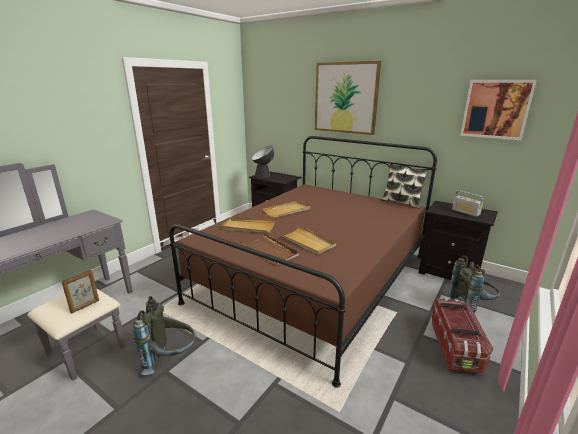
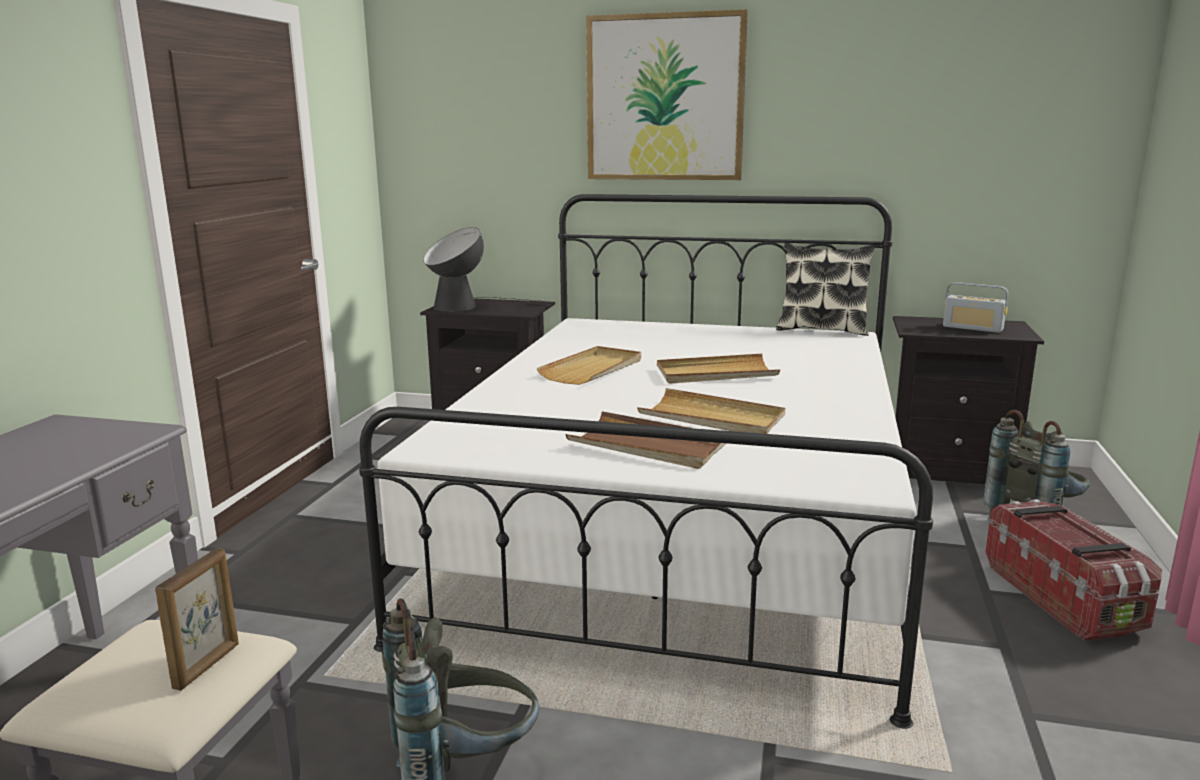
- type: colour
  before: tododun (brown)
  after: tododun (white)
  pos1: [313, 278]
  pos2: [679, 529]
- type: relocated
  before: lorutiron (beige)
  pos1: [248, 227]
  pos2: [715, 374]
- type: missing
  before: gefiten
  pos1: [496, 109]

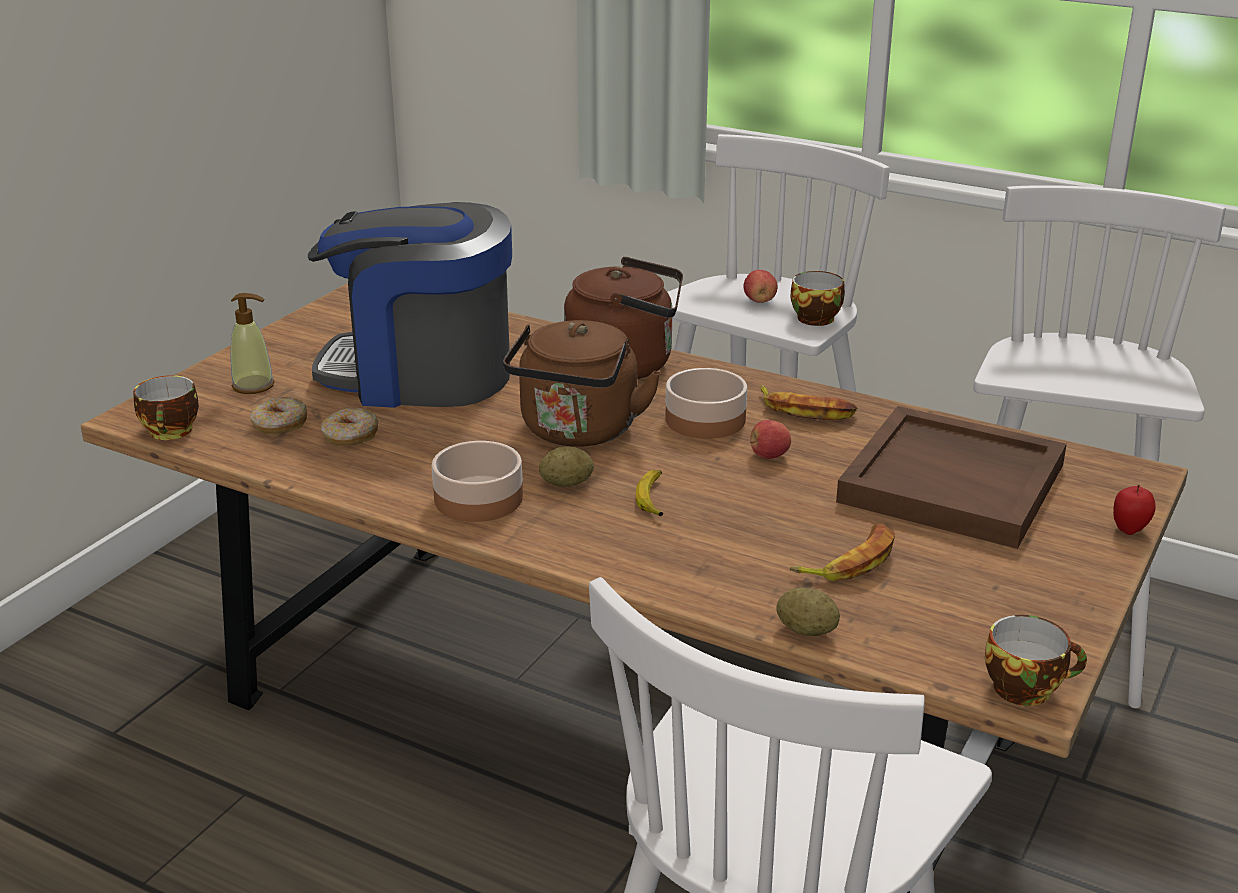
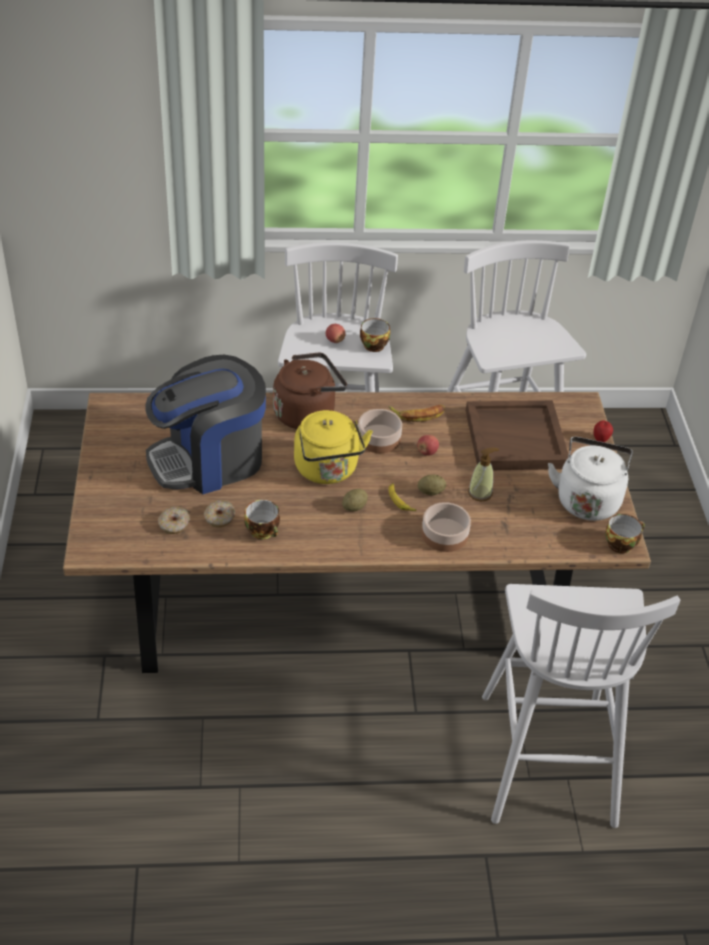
- type: relocated
  before: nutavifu
  pos1: [172, 432]
  pos2: [264, 531]
- type: relocated
  before: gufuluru
  pos1: [253, 386]
  pos2: [480, 493]
- type: relocated
  before: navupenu
  pos1: [478, 498]
  pos2: [444, 534]
- type: colour
  before: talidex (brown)
  after: talidex (yellow)
  pos1: [578, 432]
  pos2: [328, 470]
- type: relocated
  before: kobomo
  pos1: [806, 631]
  pos2: [430, 492]
- type: missing
  before: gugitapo
  pos1: [849, 561]
- type: appeared
  after: talidex (white)
  pos2: [587, 499]

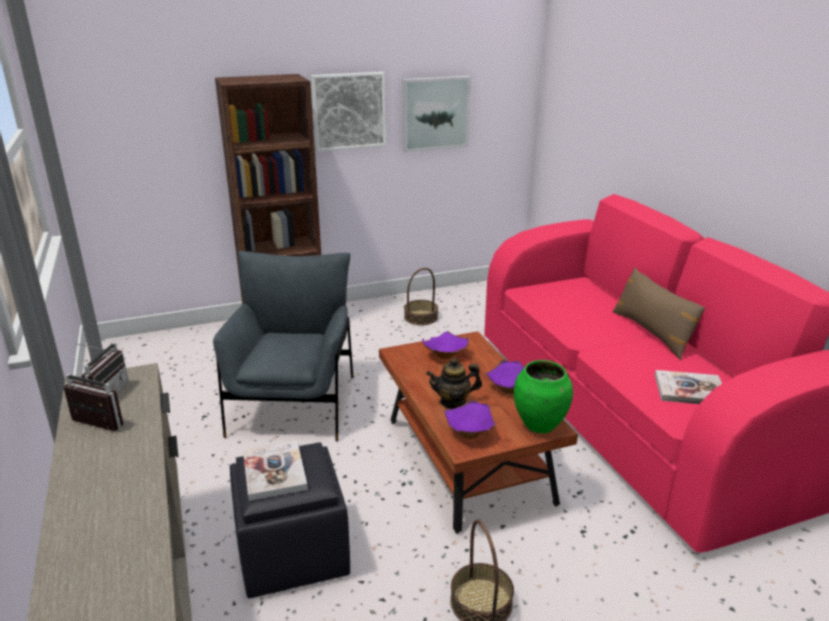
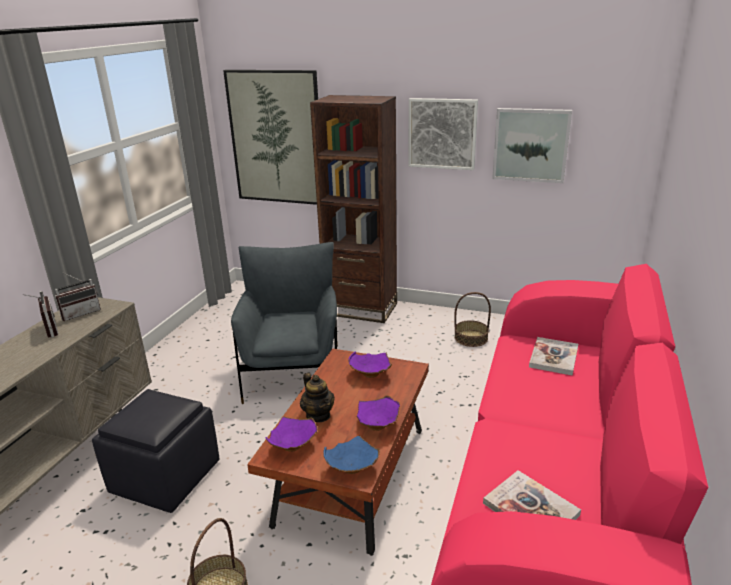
- type: spun
  before: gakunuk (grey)
  pos1: [293, 404]
  pos2: [293, 372]
  turn: -45
- type: relocated
  before: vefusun
  pos1: [274, 471]
  pos2: [553, 357]
- type: spun
  before: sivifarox
  pos1: [453, 402]
  pos2: [318, 415]
  turn: -150
- type: exchanged
  before: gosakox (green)
  after: navupenu (blue)
  pos1: [540, 425]
  pos2: [352, 468]
- type: missing
  before: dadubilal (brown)
  pos1: [652, 333]
- type: appeared
  after: gefiten
  pos2: [276, 138]

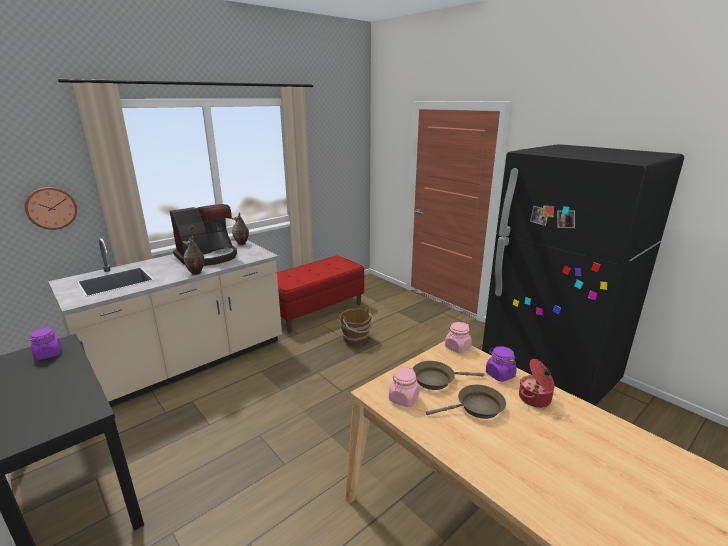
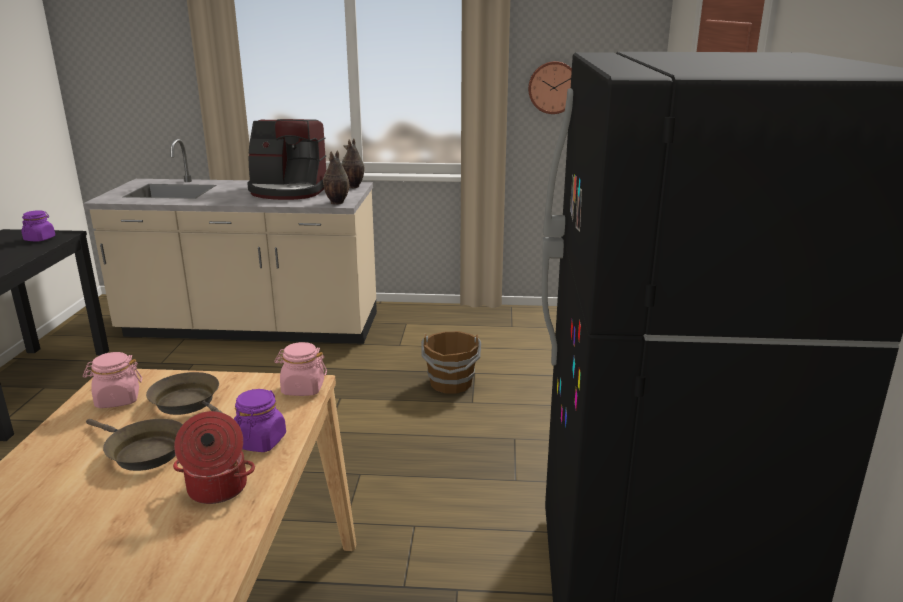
- type: relocated
  before: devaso
  pos1: [51, 208]
  pos2: [553, 87]
- type: relocated
  before: gosakox
  pos1: [196, 273]
  pos2: [336, 203]
- type: missing
  before: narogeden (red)
  pos1: [315, 310]

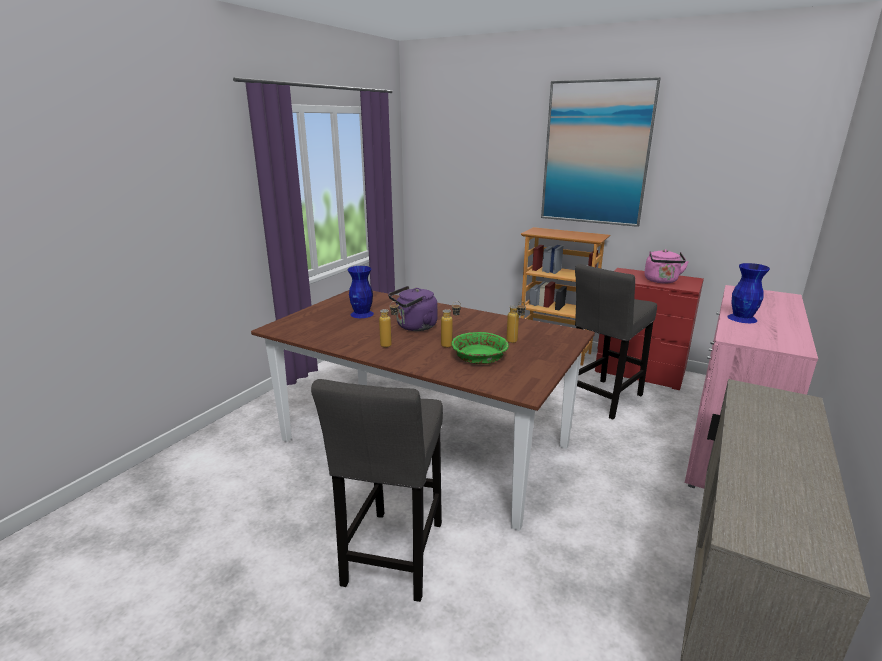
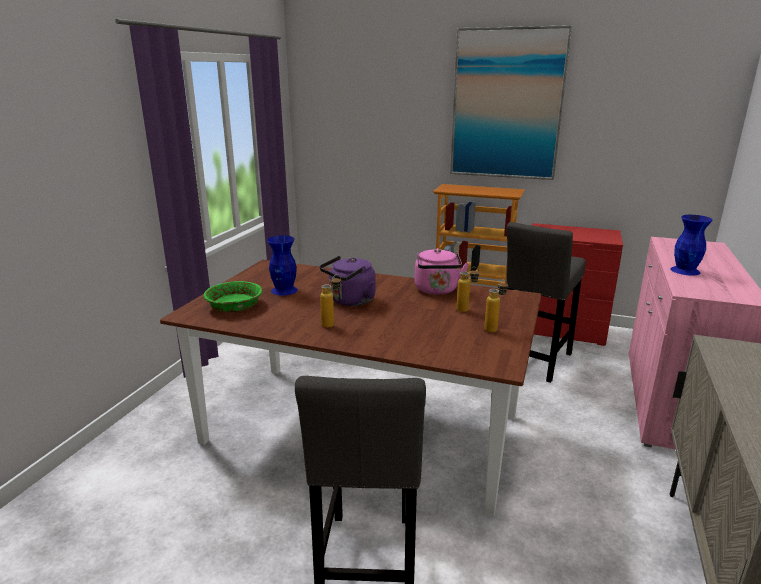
- type: relocated
  before: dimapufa
  pos1: [451, 345]
  pos2: [494, 328]
- type: relocated
  before: navupenu (green)
  pos1: [479, 357]
  pos2: [234, 306]
- type: relocated
  before: talidex (pink)
  pos1: [661, 281]
  pos2: [437, 290]

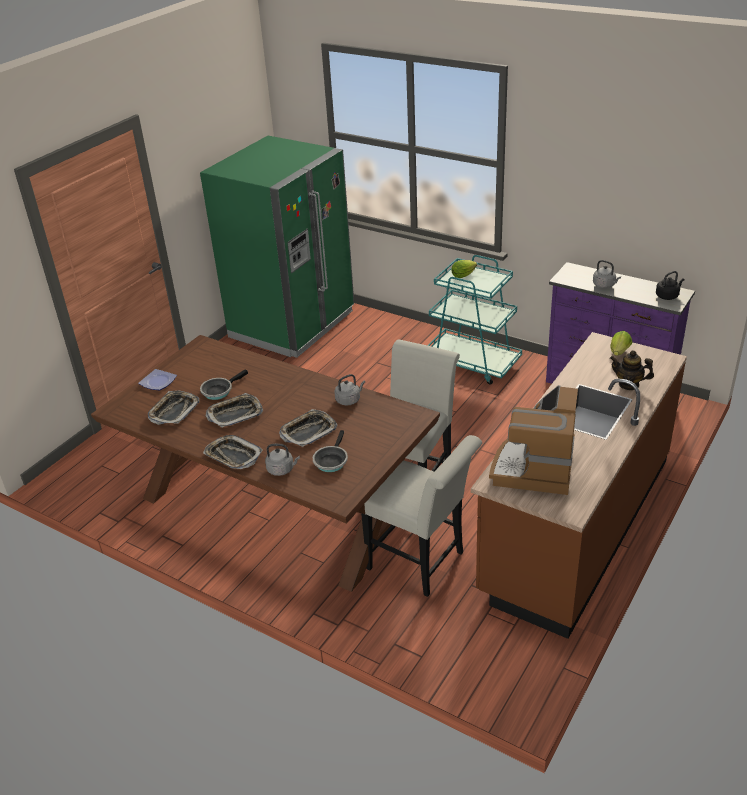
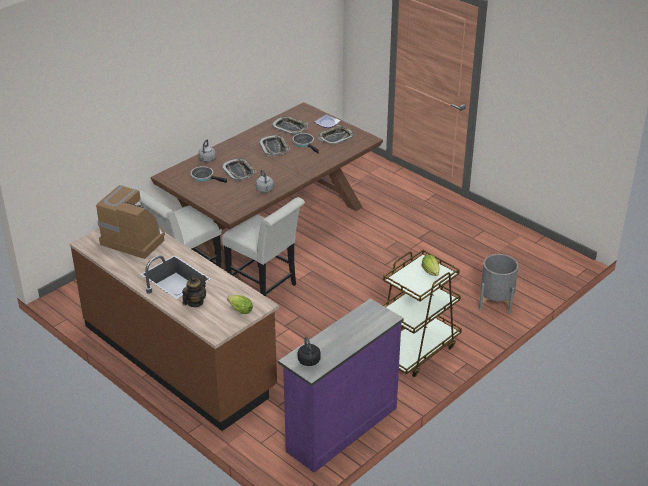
- type: missing
  before: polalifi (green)
  pos1: [292, 324]
- type: relocated
  before: lorutiron
  pos1: [233, 456]
  pos2: [336, 137]
- type: colour
  before: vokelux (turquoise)
  after: vokelux (brown)
  pos1: [472, 363]
  pos2: [416, 350]
- type: missing
  before: talidex (grey)
  pos1: [605, 285]
- type: appeared
  after: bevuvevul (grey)
  pos2: [496, 301]

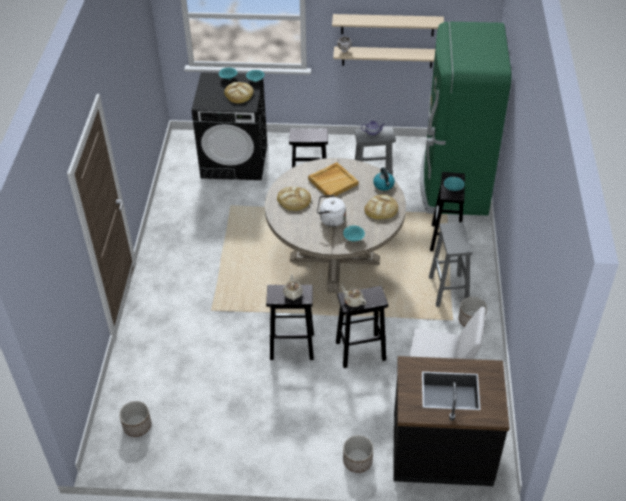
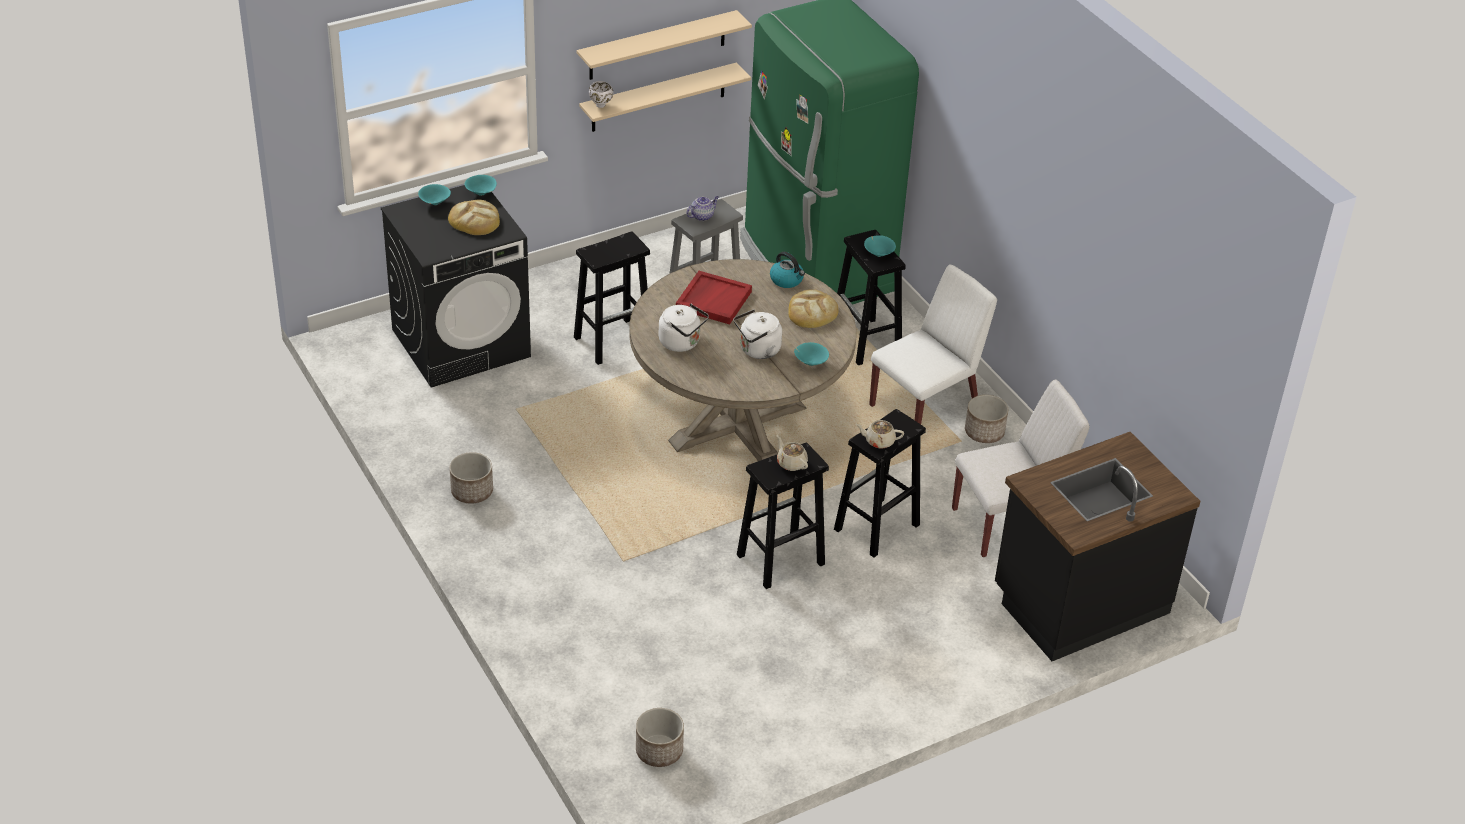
- type: exchanged
  before: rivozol
  after: talidex (white)
  pos1: [294, 200]
  pos2: [682, 343]
- type: colour
  before: lorutiron (beige)
  after: lorutiron (red)
  pos1: [333, 181]
  pos2: [713, 299]
- type: relocated
  before: bevuvevul
  pos1: [357, 461]
  pos2: [472, 492]
- type: exchanged
  before: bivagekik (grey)
  after: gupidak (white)
  pos1: [448, 291]
  pos2: [925, 407]

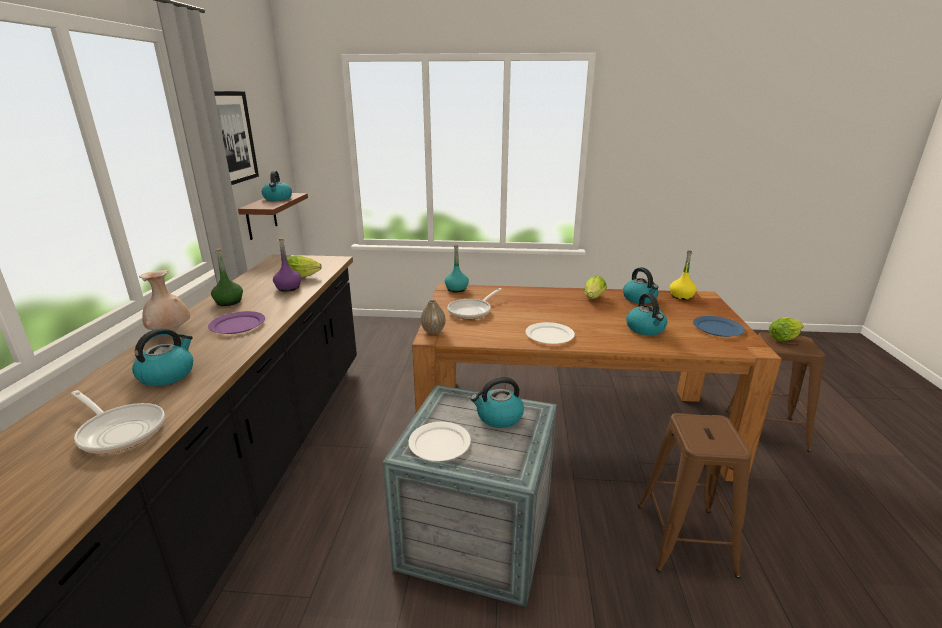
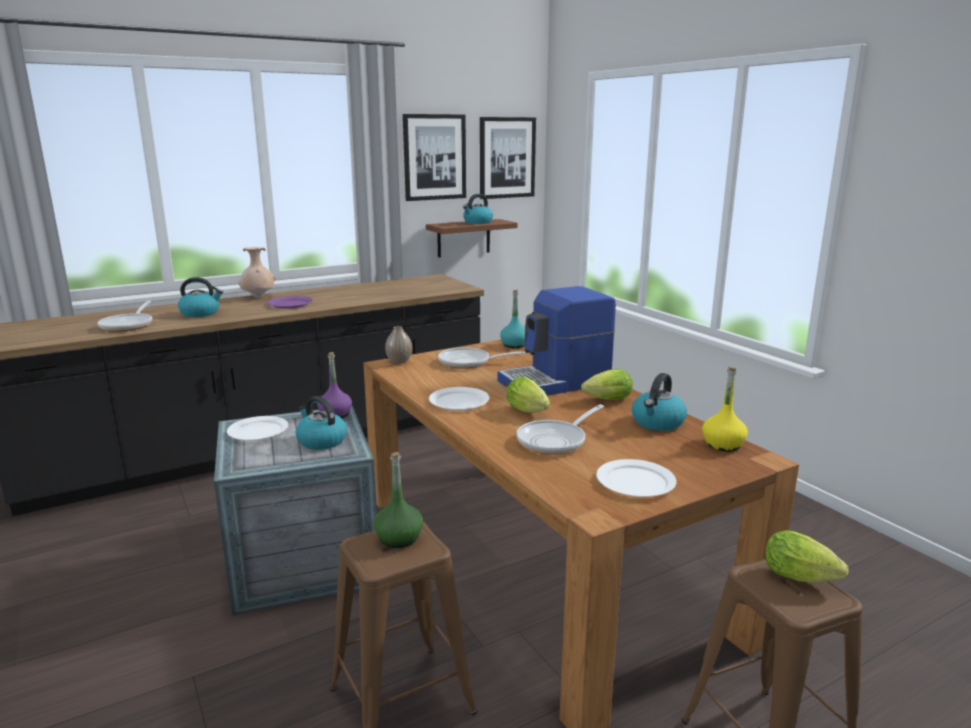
- type: relocated
  before: dimapufa (green)
  pos1: [229, 302]
  pos2: [398, 538]
- type: relocated
  before: dimapufa (purple)
  pos1: [288, 288]
  pos2: [335, 415]
- type: relocated
  before: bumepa
  pos1: [305, 276]
  pos2: [529, 412]
- type: exchanged
  before: talidex
  after: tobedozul
  pos1: [645, 329]
  pos2: [555, 441]
- type: colour
  before: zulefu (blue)
  after: zulefu (white)
  pos1: [717, 328]
  pos2: [635, 481]
- type: appeared
  after: gefiten
  pos2: [507, 158]
- type: appeared
  after: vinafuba
  pos2: [556, 383]

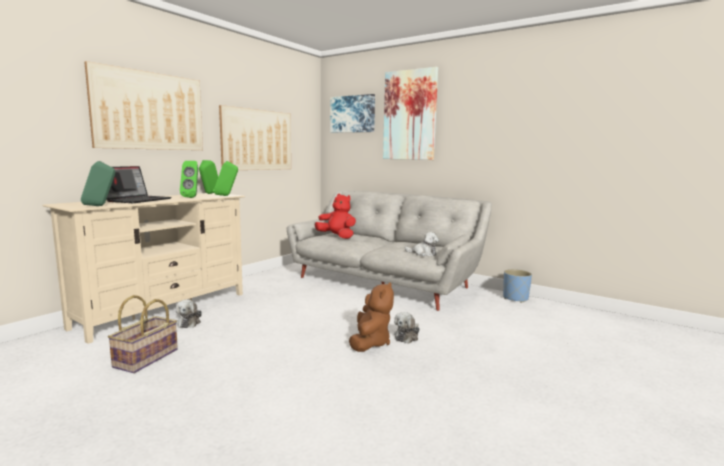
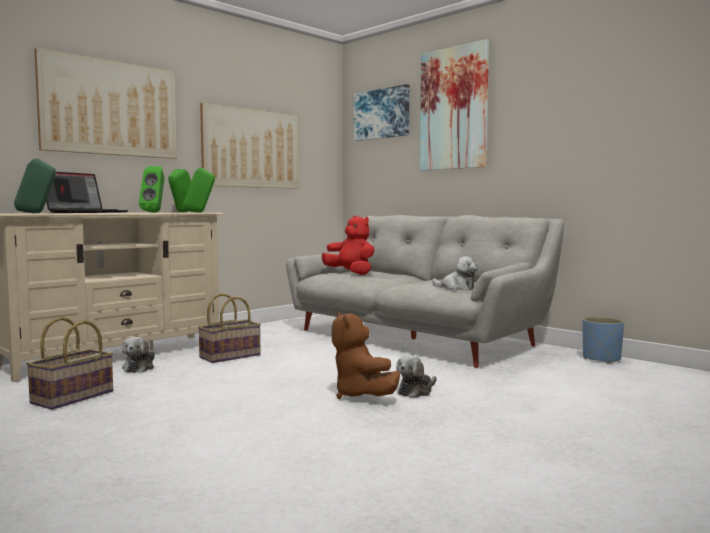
- type: spun
  before: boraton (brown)
  pos1: [370, 343]
  pos2: [361, 395]
  turn: 135
- type: appeared
  after: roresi
  pos2: [230, 356]

